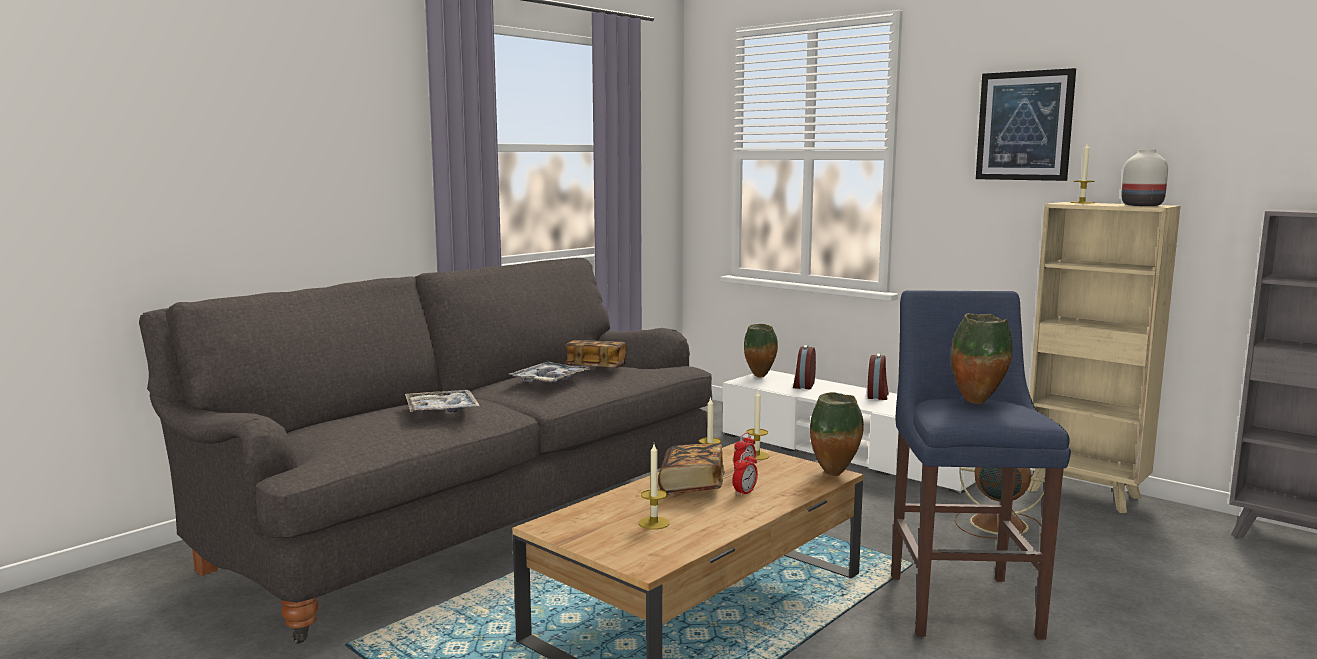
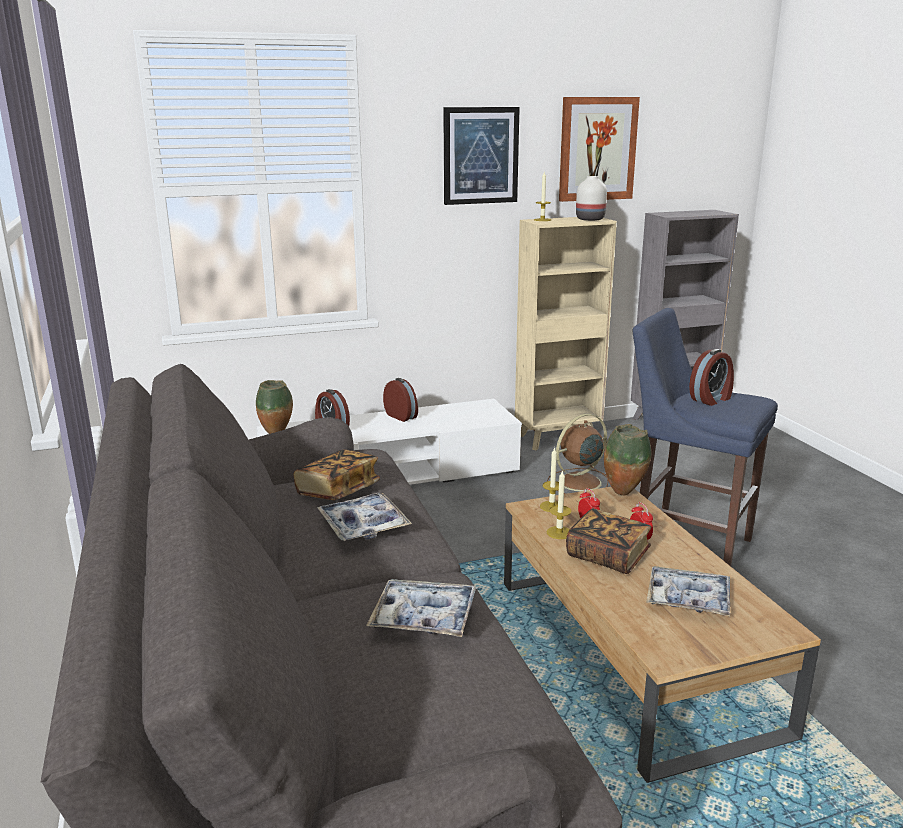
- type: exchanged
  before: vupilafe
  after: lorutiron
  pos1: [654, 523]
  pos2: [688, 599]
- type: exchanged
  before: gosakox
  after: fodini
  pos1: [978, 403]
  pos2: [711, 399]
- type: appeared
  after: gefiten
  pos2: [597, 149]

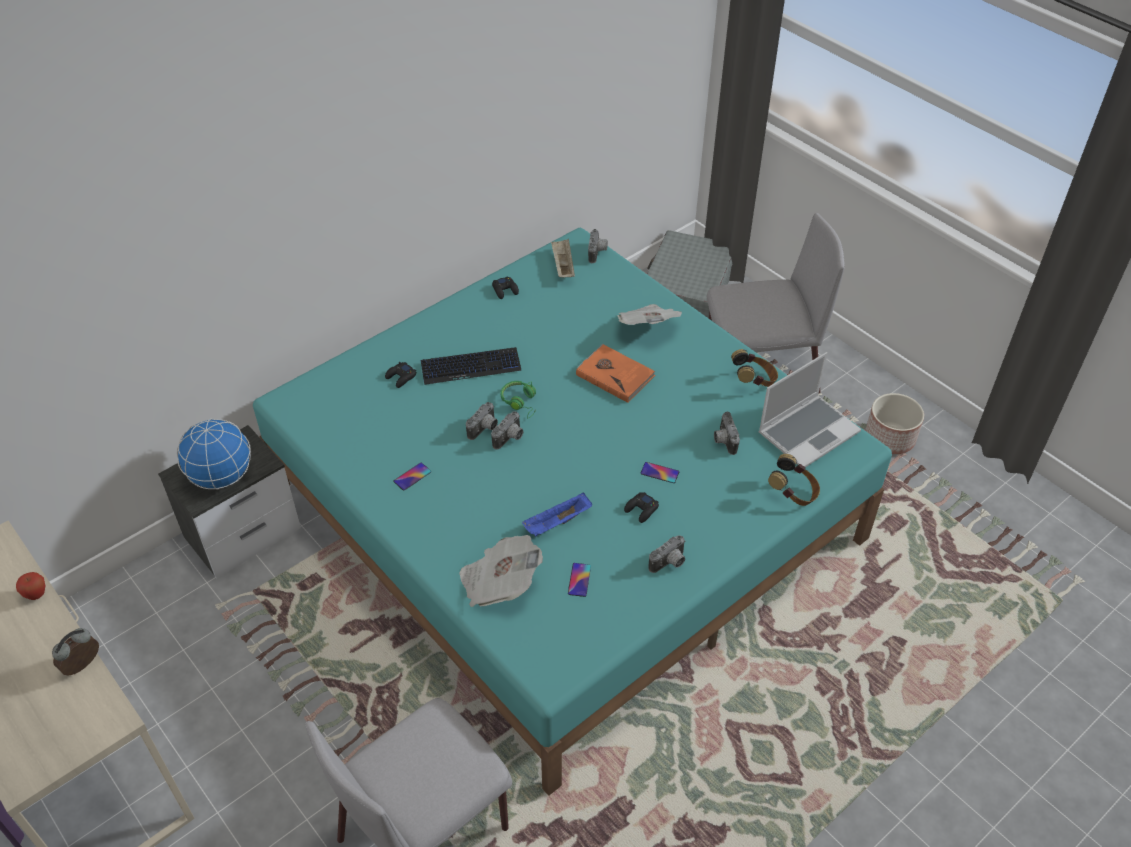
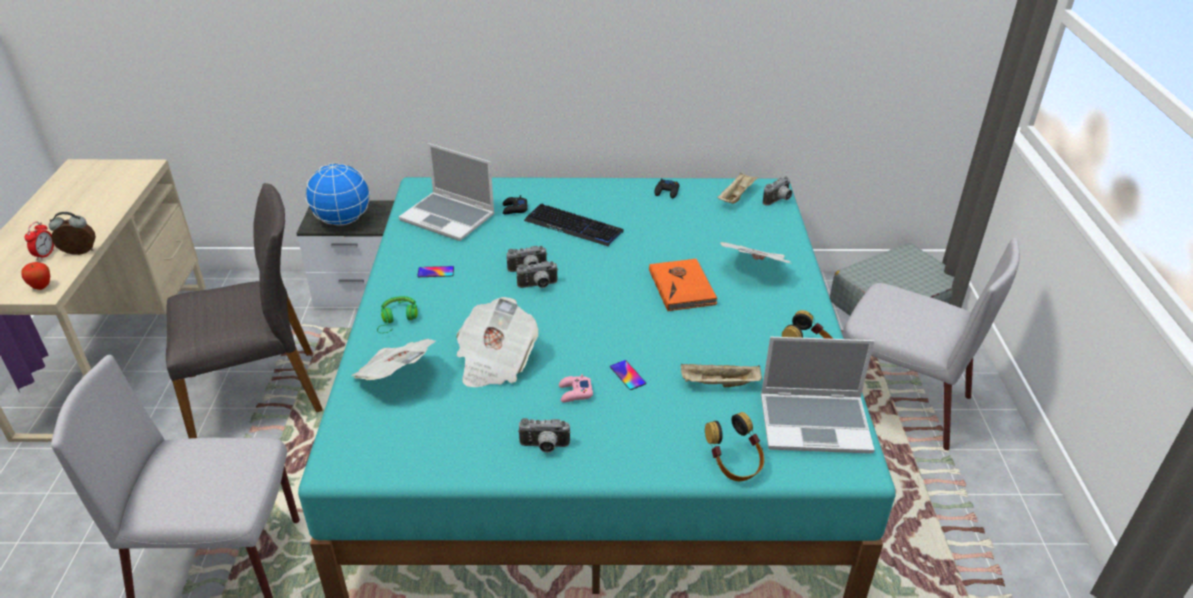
- type: relocated
  before: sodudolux
  pos1: [36, 595]
  pos2: [42, 287]
- type: relocated
  before: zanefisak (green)
  pos1: [521, 402]
  pos2: [397, 319]
- type: exchanged
  before: lorutiron (blue)
  after: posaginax
  pos1: [557, 523]
  pos2: [495, 361]
- type: missing
  before: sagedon
  pos1: [579, 580]
- type: colour
  before: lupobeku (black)
  after: lupobeku (pink)
  pos1: [641, 510]
  pos2: [575, 393]
- type: exchanged
  before: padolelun
  after: lorutiron (beige)
  pos1: [723, 441]
  pos2: [718, 384]
- type: missing
  before: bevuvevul
  pos1: [890, 438]
- type: appeared
  after: fodini
  pos2: [45, 255]
- type: appeared
  after: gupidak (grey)
  pos2: [257, 393]
- type: appeared
  after: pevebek
  pos2: [449, 218]

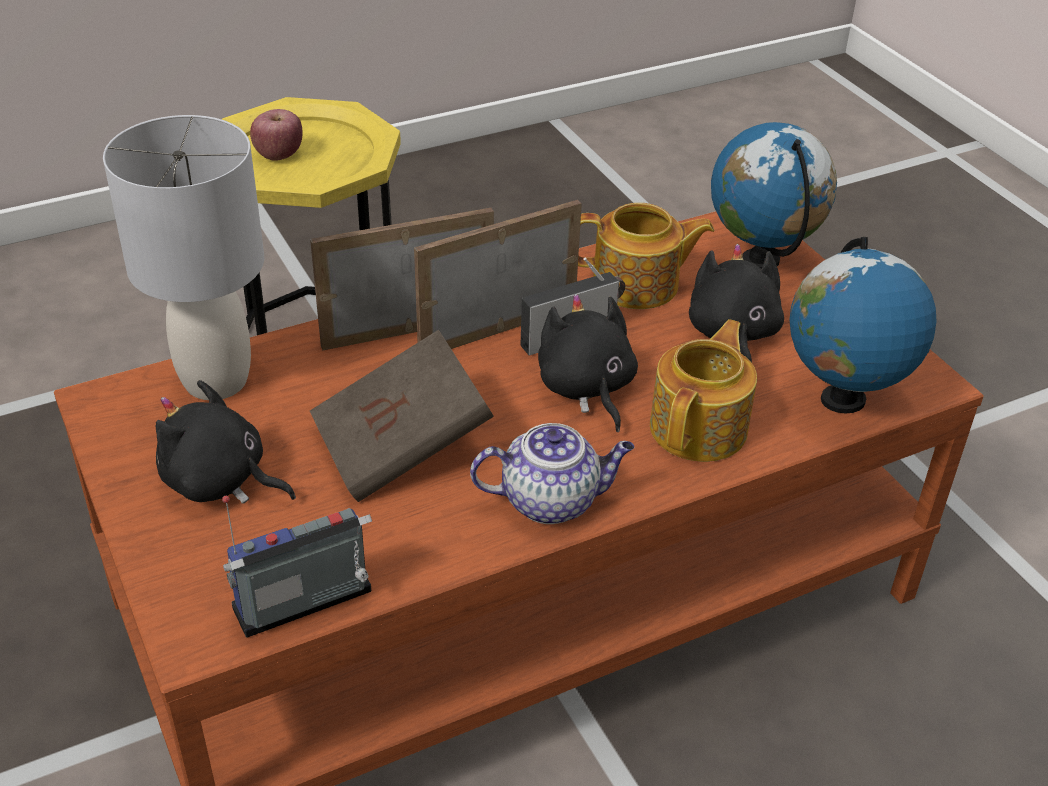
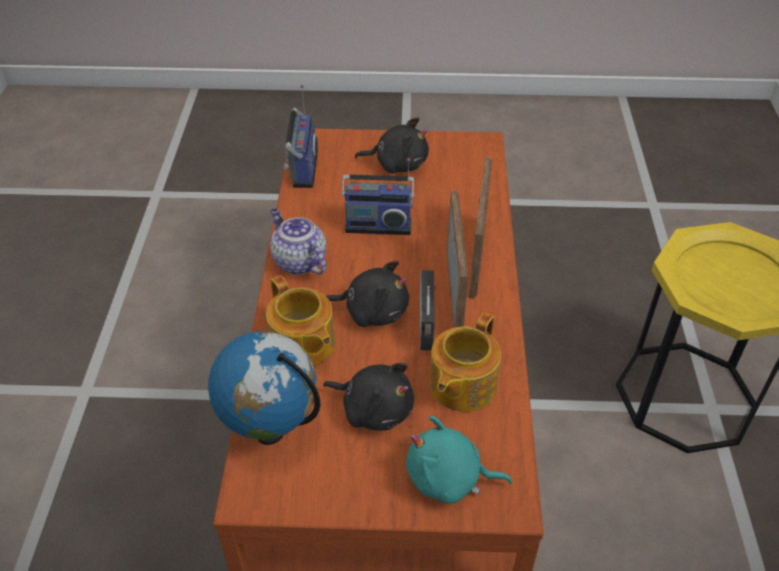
- type: missing
  before: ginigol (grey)
  pos1: [215, 380]
- type: spun
  before: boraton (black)
  pos1: [220, 481]
  pos2: [397, 164]
  turn: 45
- type: missing
  before: sodudolux
  pos1: [279, 155]
- type: exchanged
  before: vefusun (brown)
  after: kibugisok
  pos1: [402, 446]
  pos2: [378, 224]
- type: spun
  before: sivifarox
  pos1: [552, 500]
  pos2: [298, 261]
  turn: 120
- type: exchanged
  before: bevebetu
  after: boraton (turquoise)
  pos1: [761, 261]
  pos2: [449, 479]

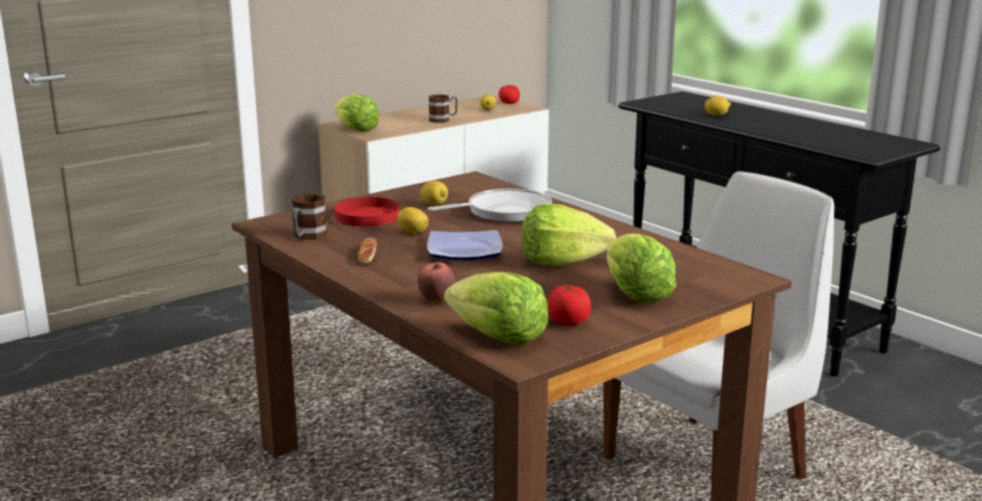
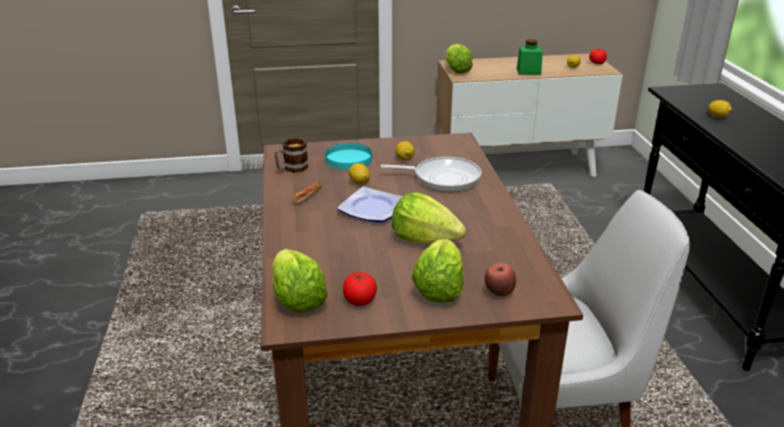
- type: colour
  before: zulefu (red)
  after: zulefu (turquoise)
  pos1: [367, 216]
  pos2: [348, 159]
- type: relocated
  before: sodudolux
  pos1: [436, 301]
  pos2: [499, 293]
- type: exchanged
  before: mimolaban
  after: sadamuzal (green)
  pos1: [443, 119]
  pos2: [528, 71]

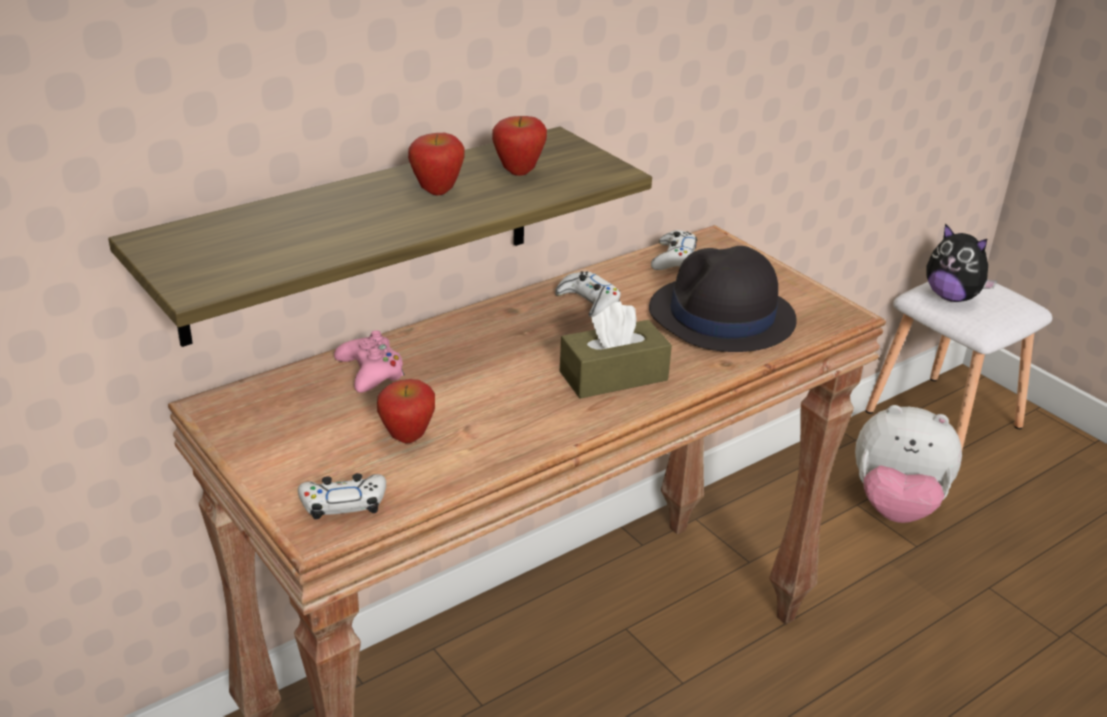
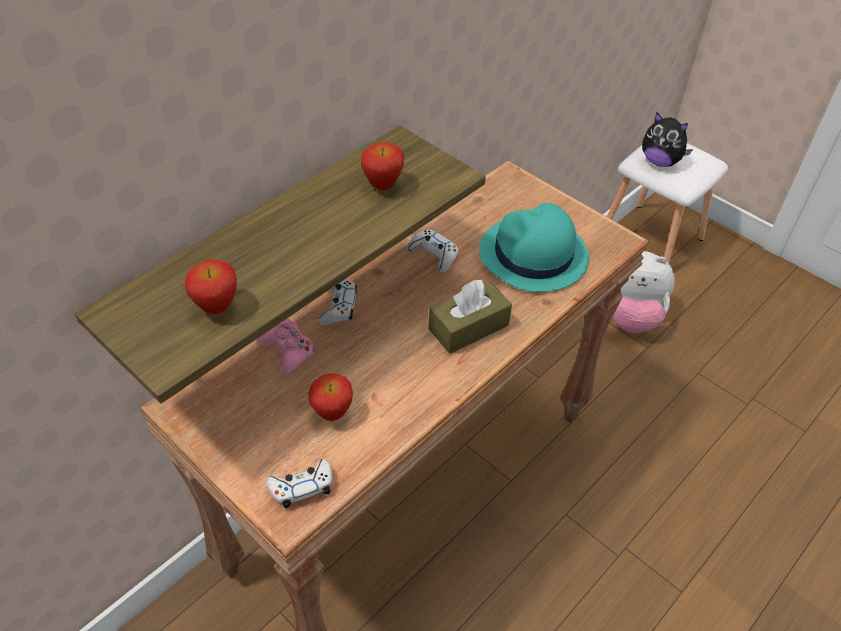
- type: relocated
  before: sodudolux
  pos1: [437, 191]
  pos2: [217, 307]
- type: colour
  before: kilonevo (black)
  after: kilonevo (turquoise)
  pos1: [721, 317]
  pos2: [533, 255]
- type: relocated
  before: lupobeku (white)
  pos1: [673, 258]
  pos2: [338, 307]

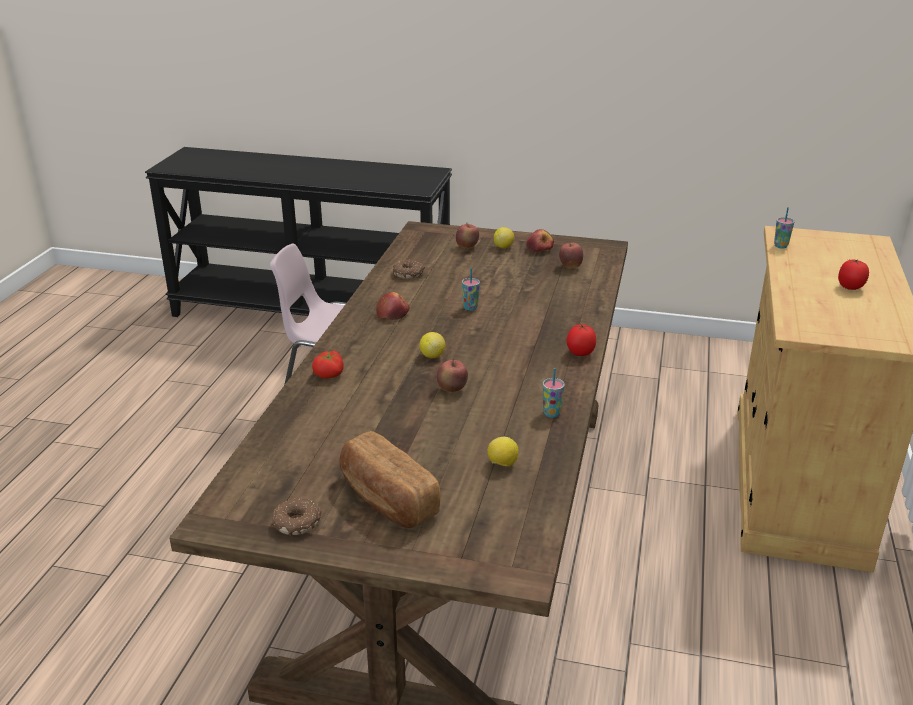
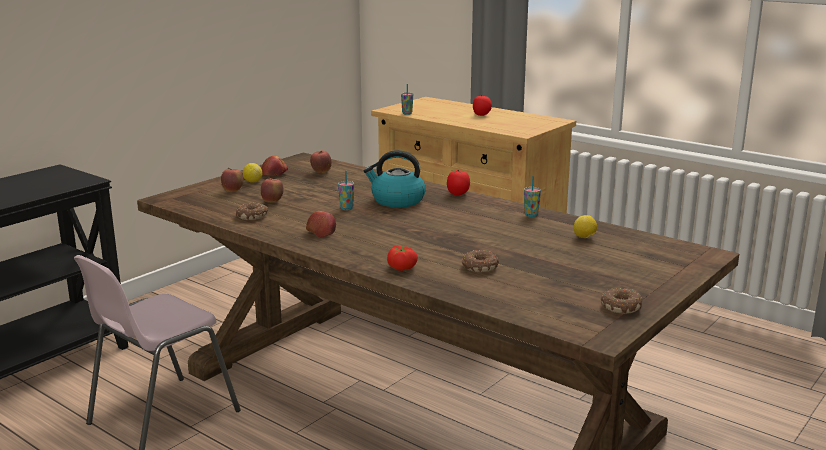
- type: missing
  before: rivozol
  pos1: [386, 499]
- type: missing
  before: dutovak
  pos1: [432, 356]
- type: relocated
  before: sodudolux
  pos1: [452, 389]
  pos2: [272, 202]
- type: appeared
  after: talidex
  pos2: [397, 201]
- type: appeared
  after: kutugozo
  pos2: [478, 267]

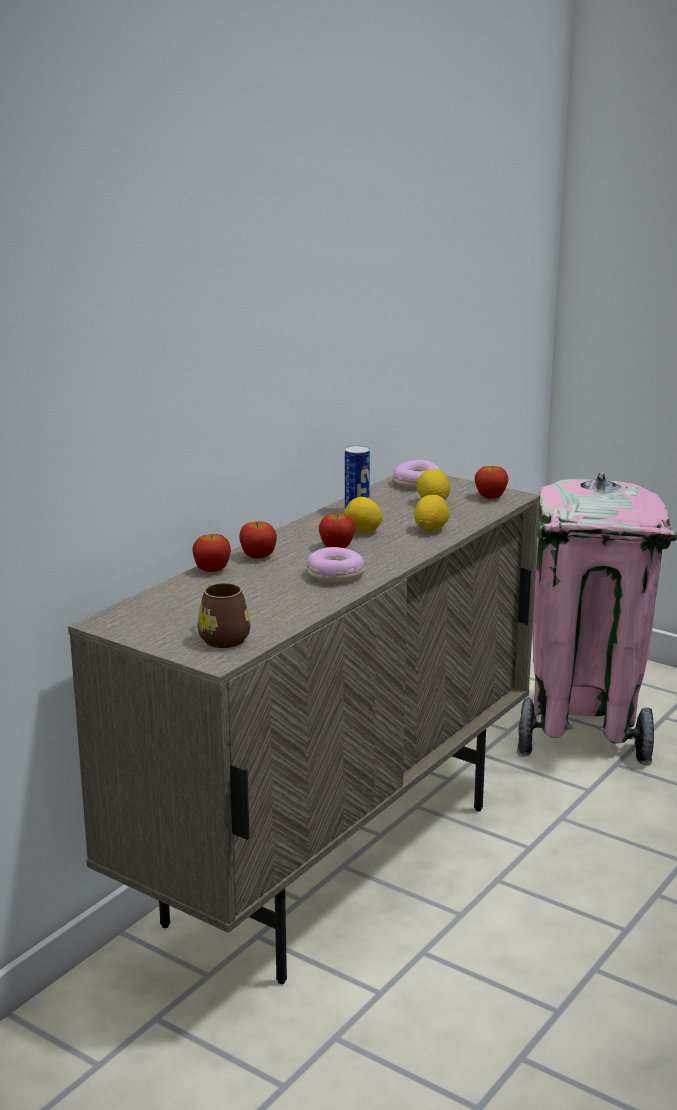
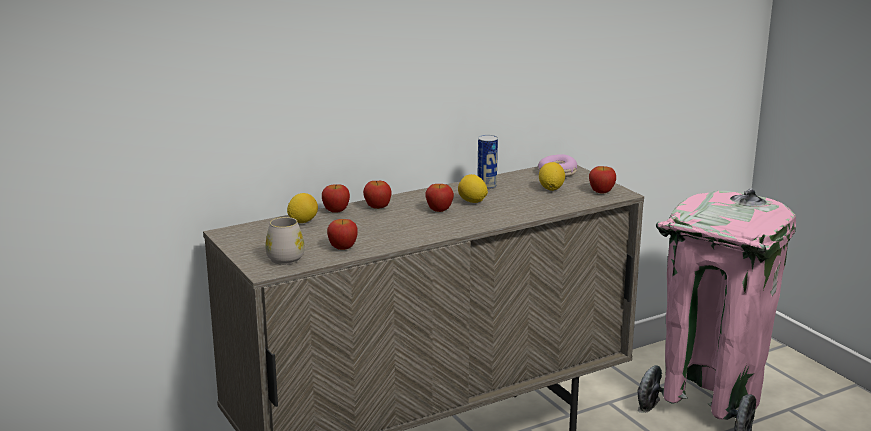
- type: colour
  before: mimolaban (brown)
  after: mimolaban (white)
  pos1: [221, 637]
  pos2: [286, 256]
- type: missing
  before: kutugozo
  pos1: [335, 575]
- type: relocated
  before: dutovak
  pos1: [431, 529]
  pos2: [303, 221]
- type: appeared
  after: sodudolux
  pos2: [343, 247]

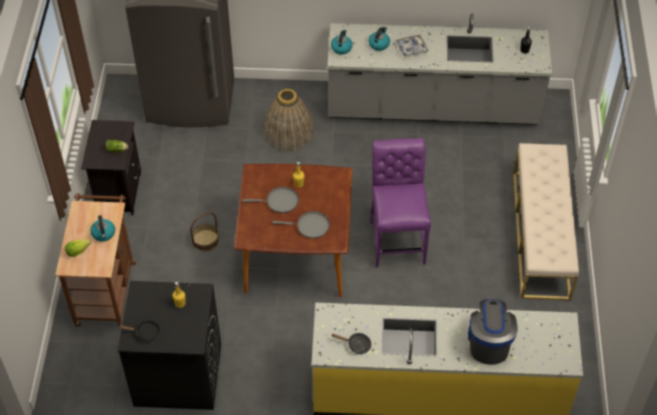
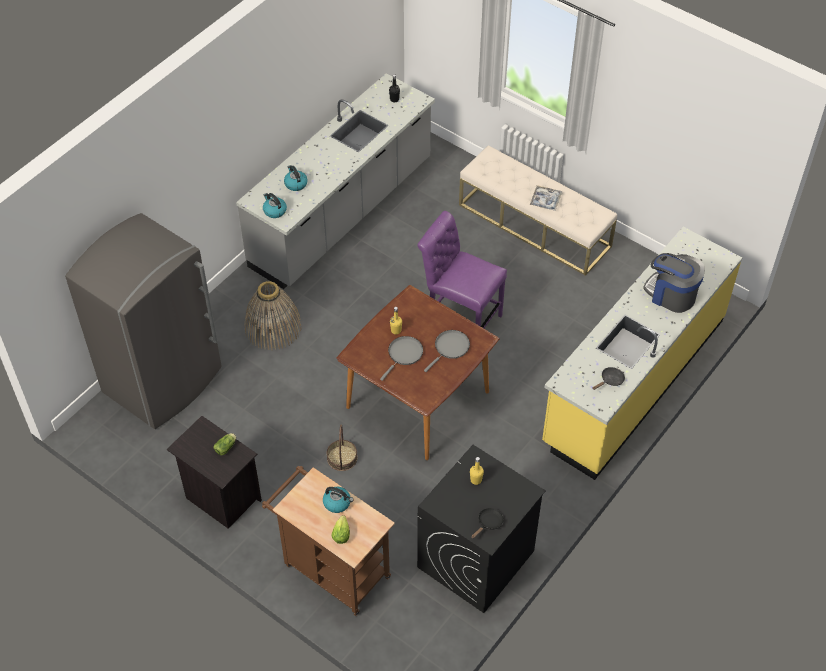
- type: relocated
  before: lorutiron
  pos1: [411, 48]
  pos2: [545, 200]

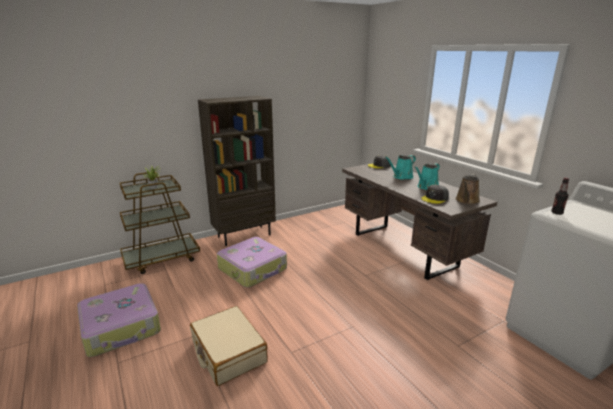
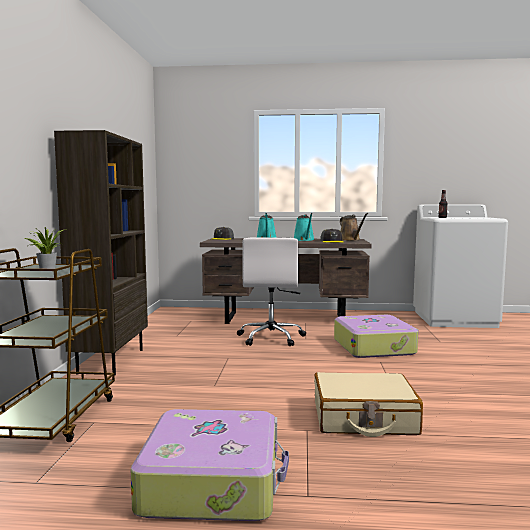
- type: relocated
  before: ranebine
  pos1: [253, 269]
  pos2: [374, 347]
- type: appeared
  after: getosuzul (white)
  pos2: [271, 338]

